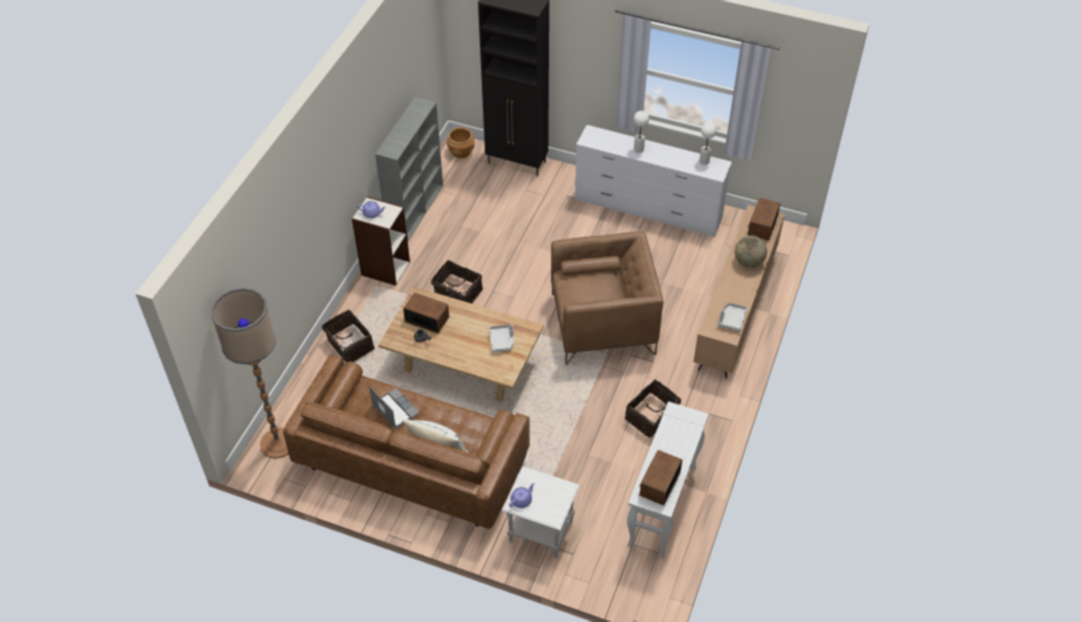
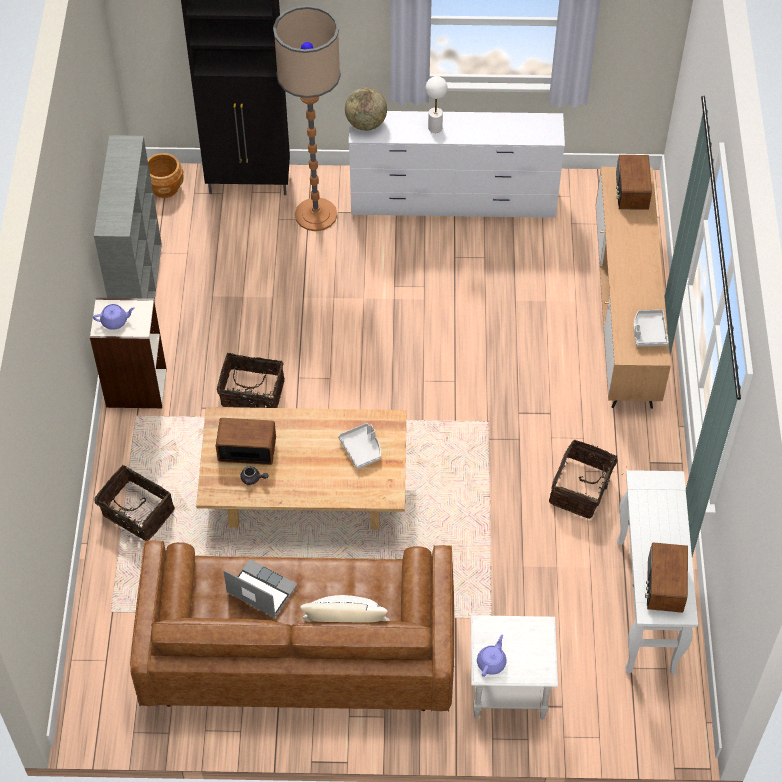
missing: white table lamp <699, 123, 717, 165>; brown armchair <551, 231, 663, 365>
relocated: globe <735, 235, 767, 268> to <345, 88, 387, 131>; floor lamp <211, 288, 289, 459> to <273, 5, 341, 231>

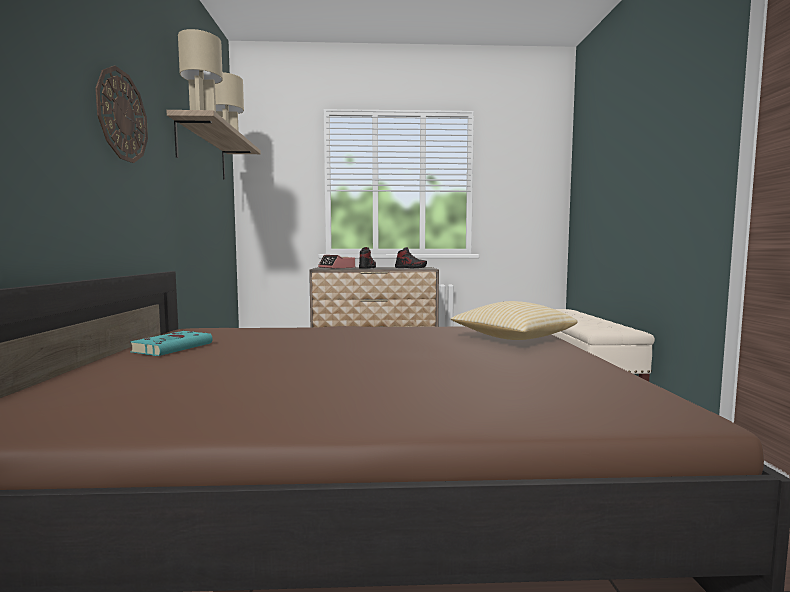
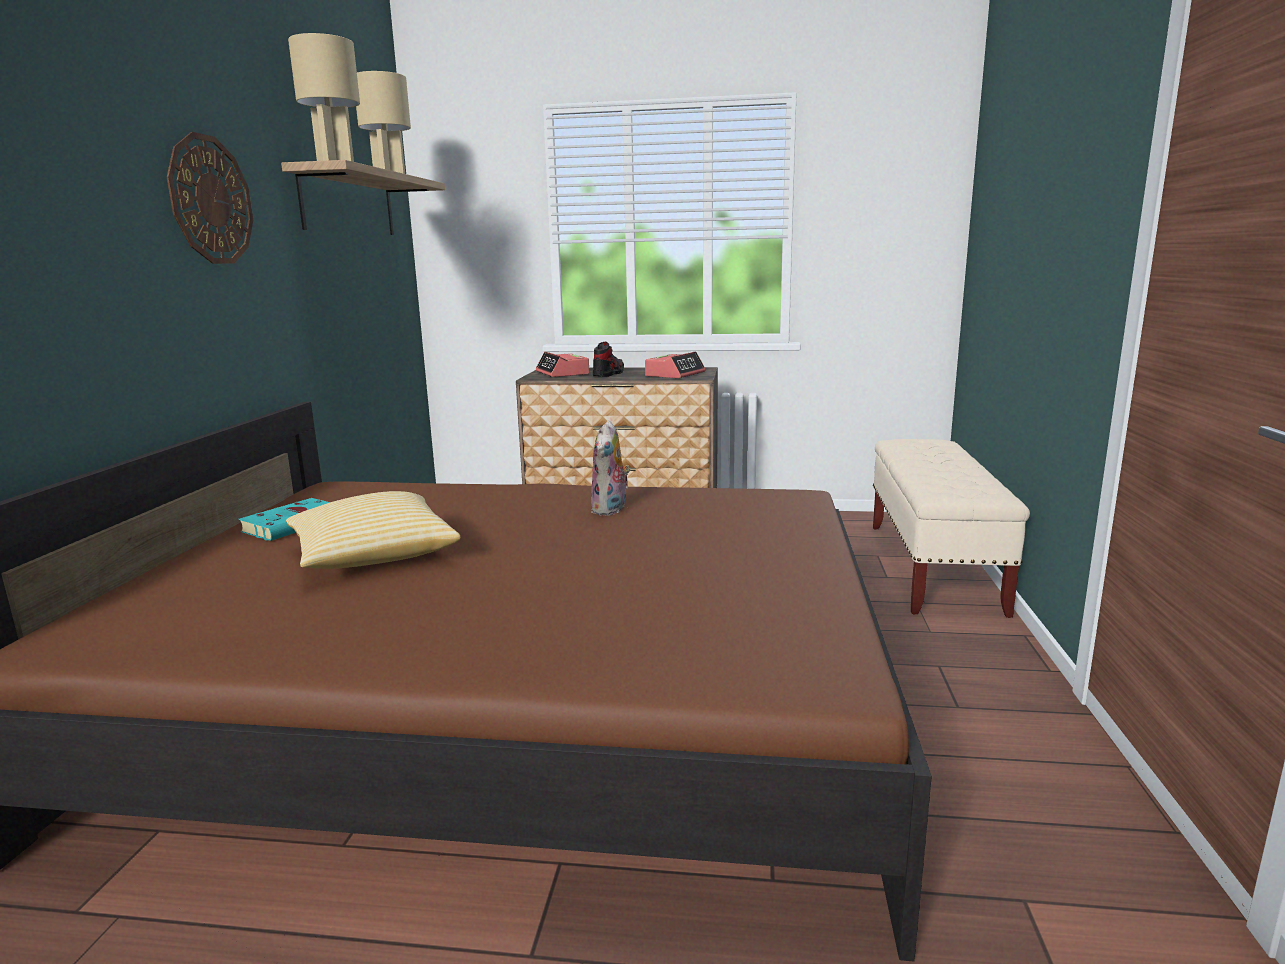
appeared: plush toy <591, 420, 630, 516>
relocated: pillow <451, 301, 578, 340> to <286, 491, 461, 569>
exchanged: shoe <395, 247, 427, 268> to alarm clock <645, 351, 706, 378>

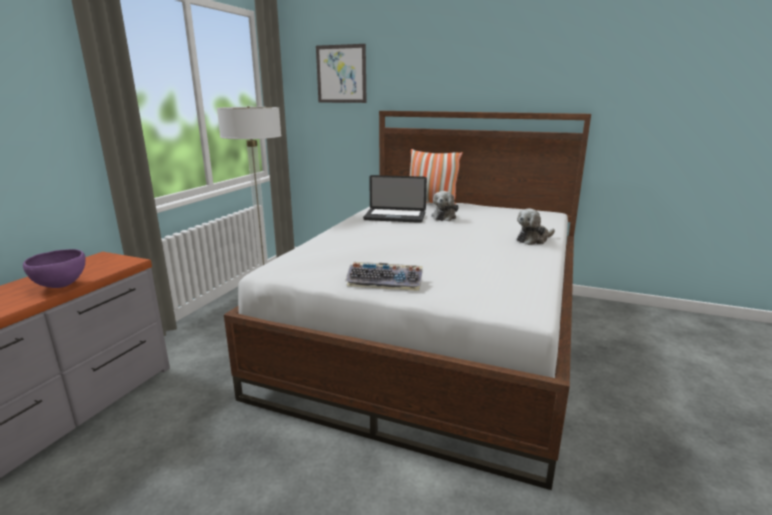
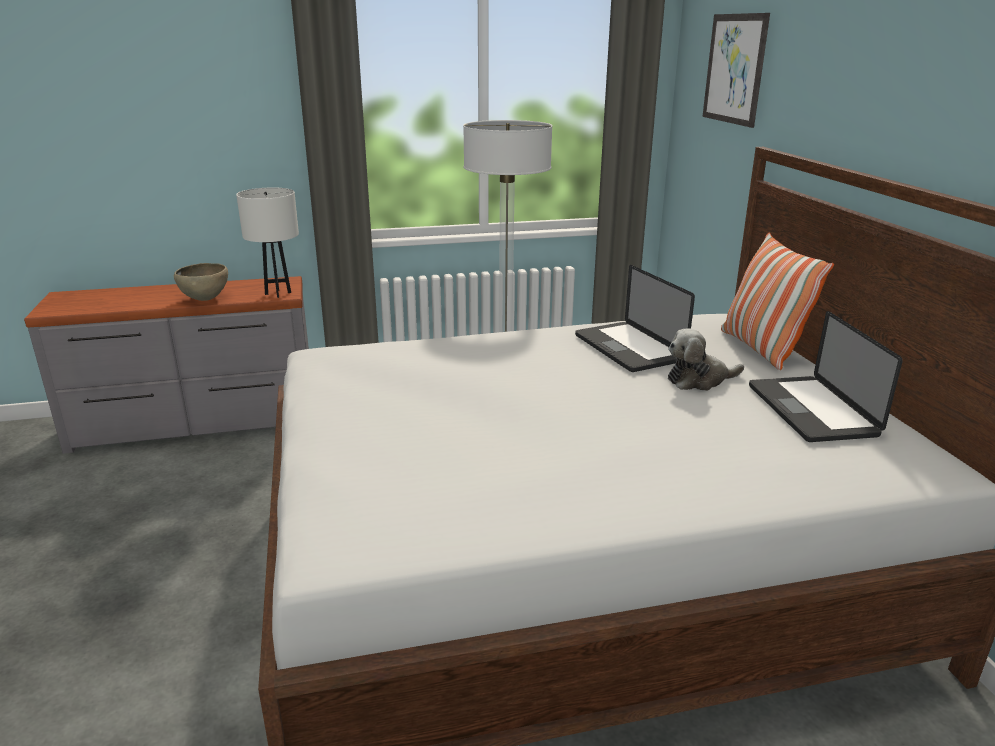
missing: plush toy <517, 209, 555, 245>; keyboard <345, 262, 423, 291>
appeared: white table lamp <236, 187, 299, 298>; laptop <749, 311, 903, 442>
colour: purple bowl <23, 249, 85, 288> to brown bowl <174, 263, 228, 301>

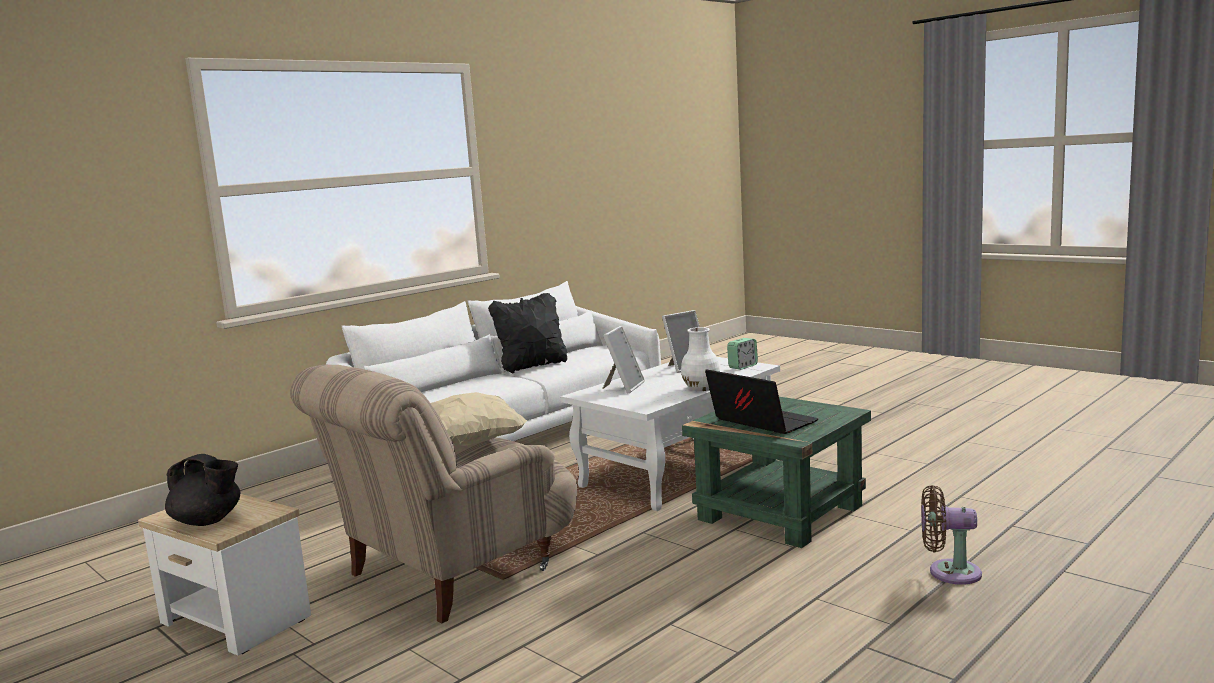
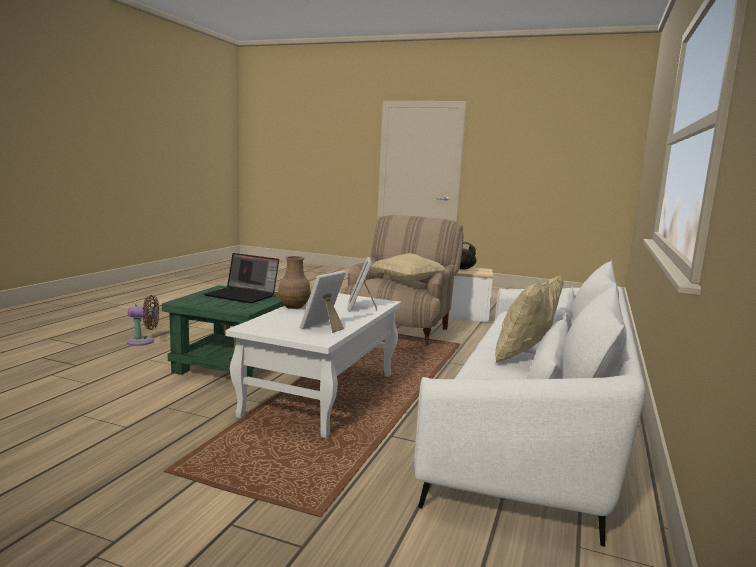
missing: alarm clock <727, 338, 758, 370>
colour: black pillow <488, 293, 567, 373> to beige pillow <495, 275, 564, 363>; white vase <681, 327, 720, 391> to brown vase <278, 256, 311, 309>

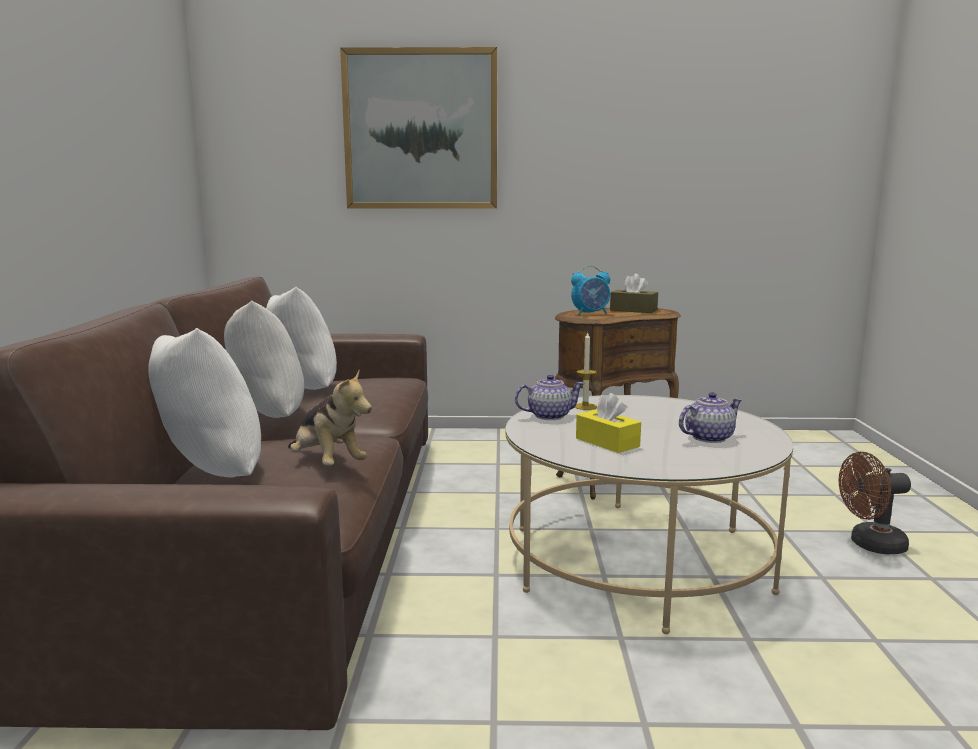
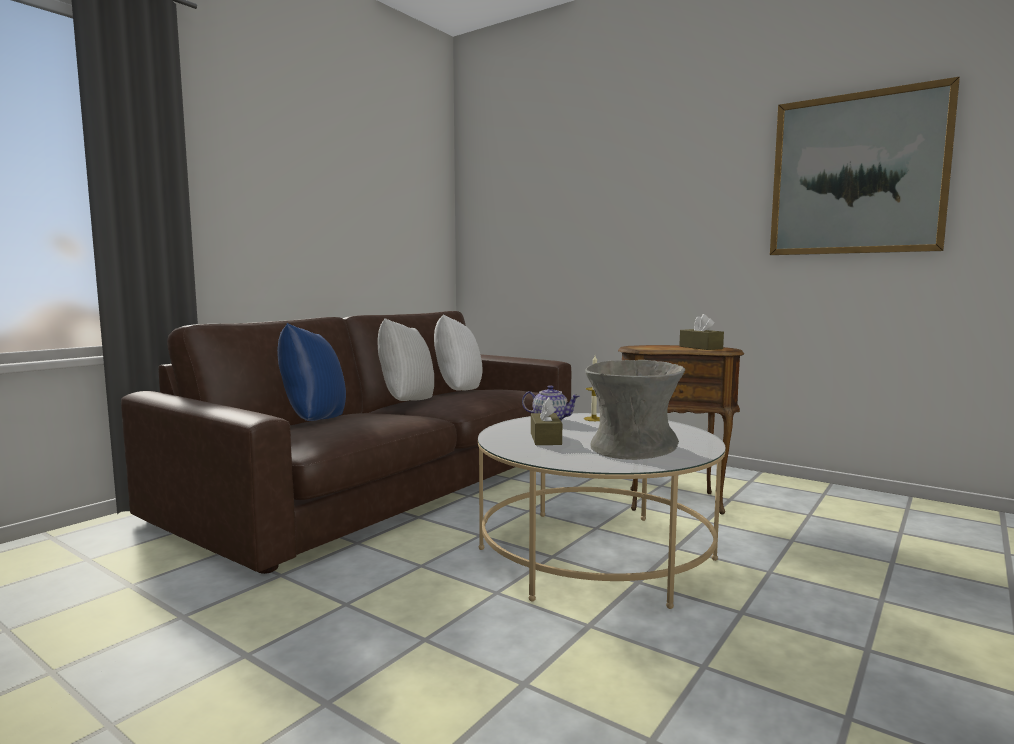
missing: alarm clock <571, 265, 610, 315>; plush toy <288, 370, 372, 466>; brown fan <839, 452, 911, 554>
relocated: picture <340, 47, 497, 209> to <770, 77, 960, 255>
exchanged: teapot <679, 392, 742, 443> to grey vase <585, 360, 685, 460>
colour: white pillow <148, 328, 261, 478> to blue pillow <277, 323, 346, 421>; yellow tissue box <576, 393, 641, 453> to brown tissue box <531, 398, 562, 445>

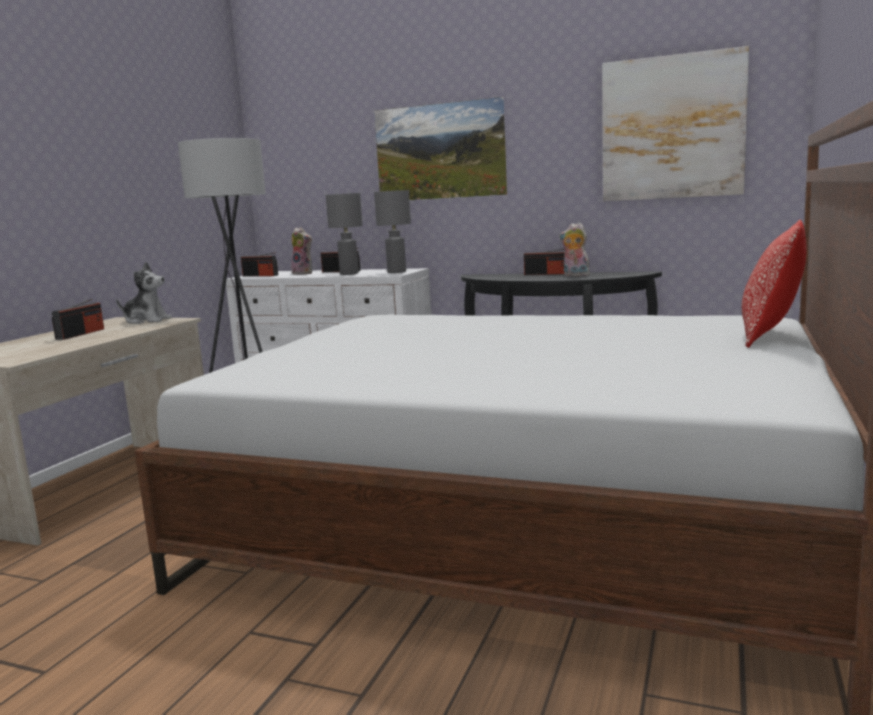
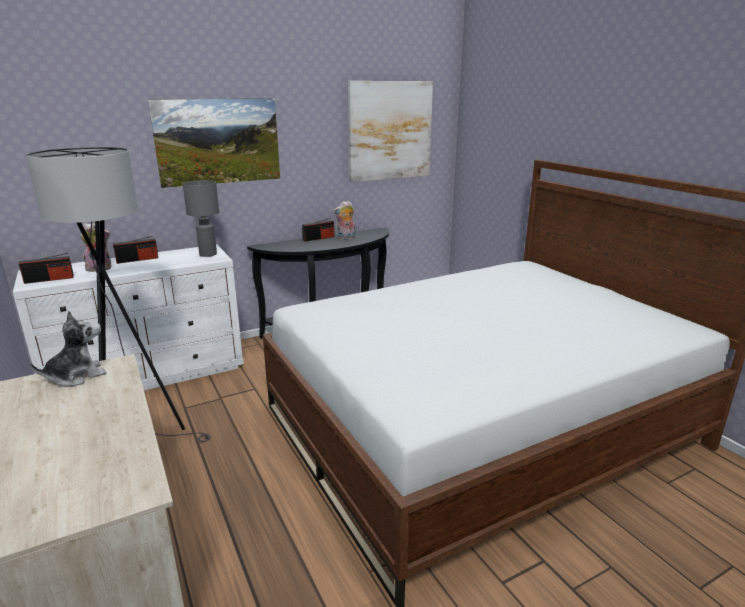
missing: grey table lamp <326, 193, 363, 275>; pillow <742, 220, 807, 348>; radio <52, 299, 104, 340>

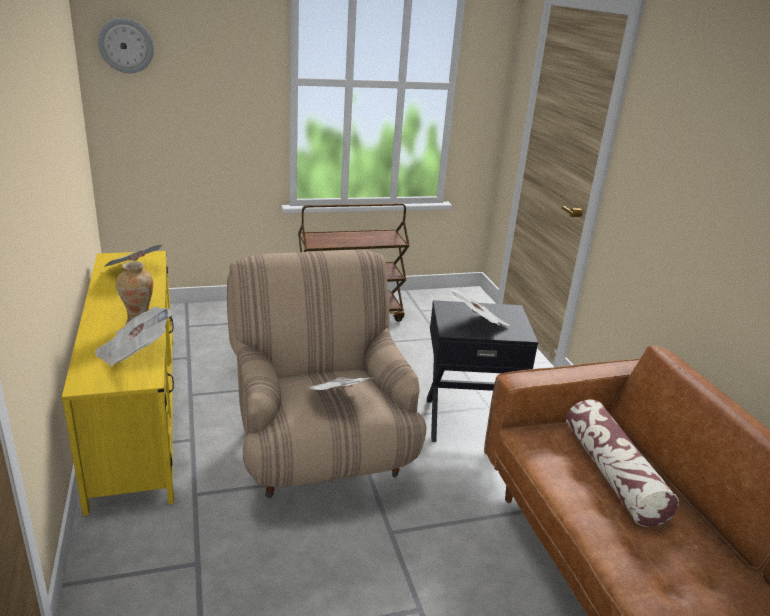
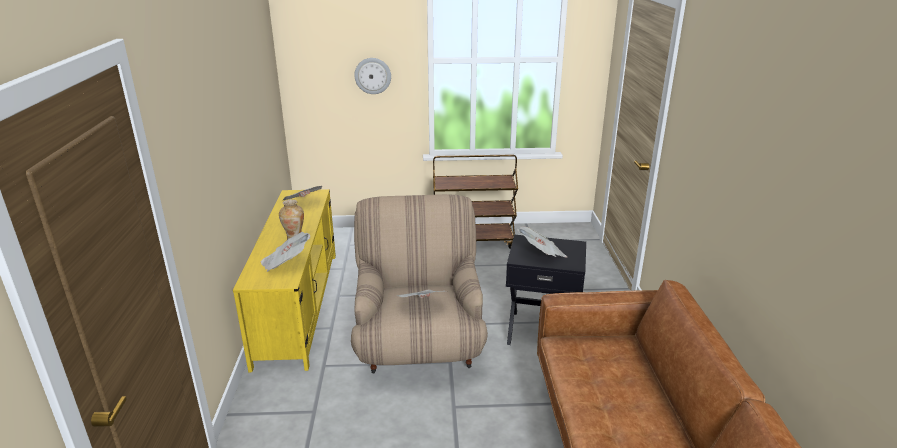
missing: pillow <566, 400, 679, 527>
relocated: wall clock <98, 18, 154, 73> to <354, 58, 391, 94>

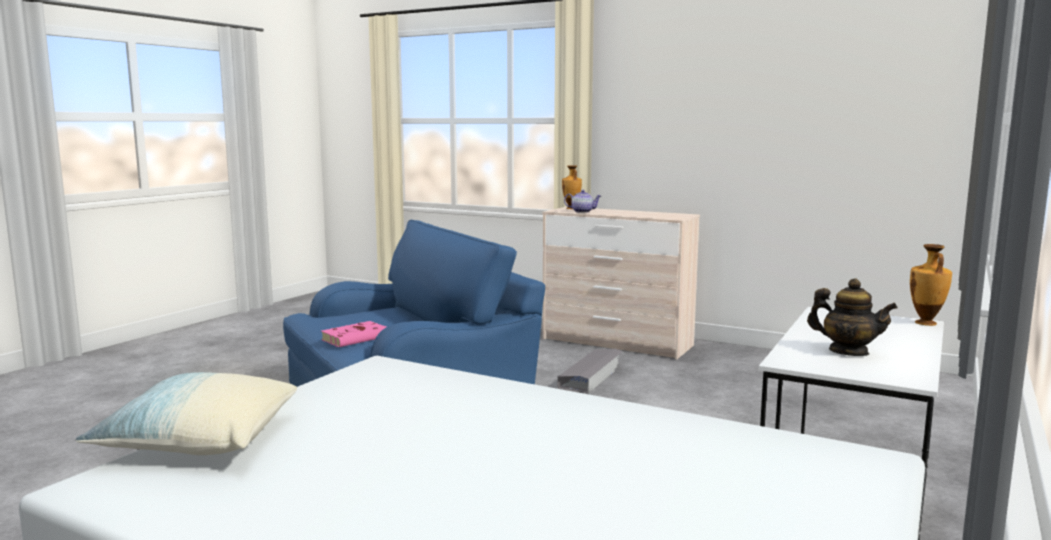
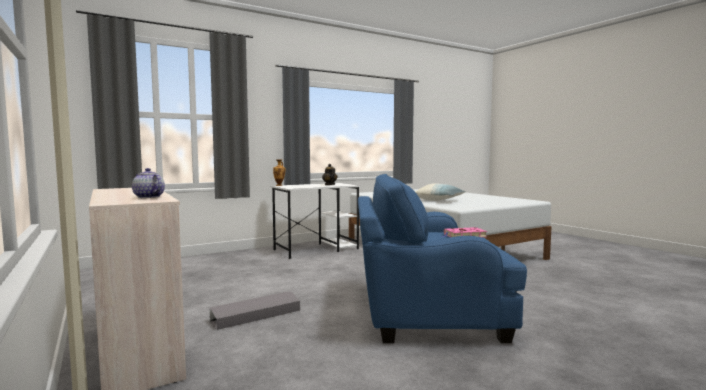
missing: vase <562, 165, 582, 209>
relocated: pillow <75, 372, 297, 455> to <415, 183, 466, 201>

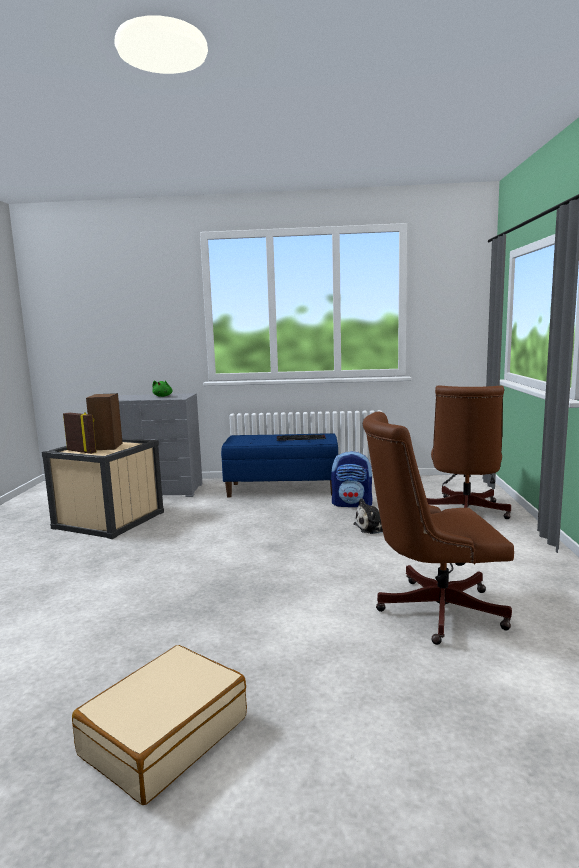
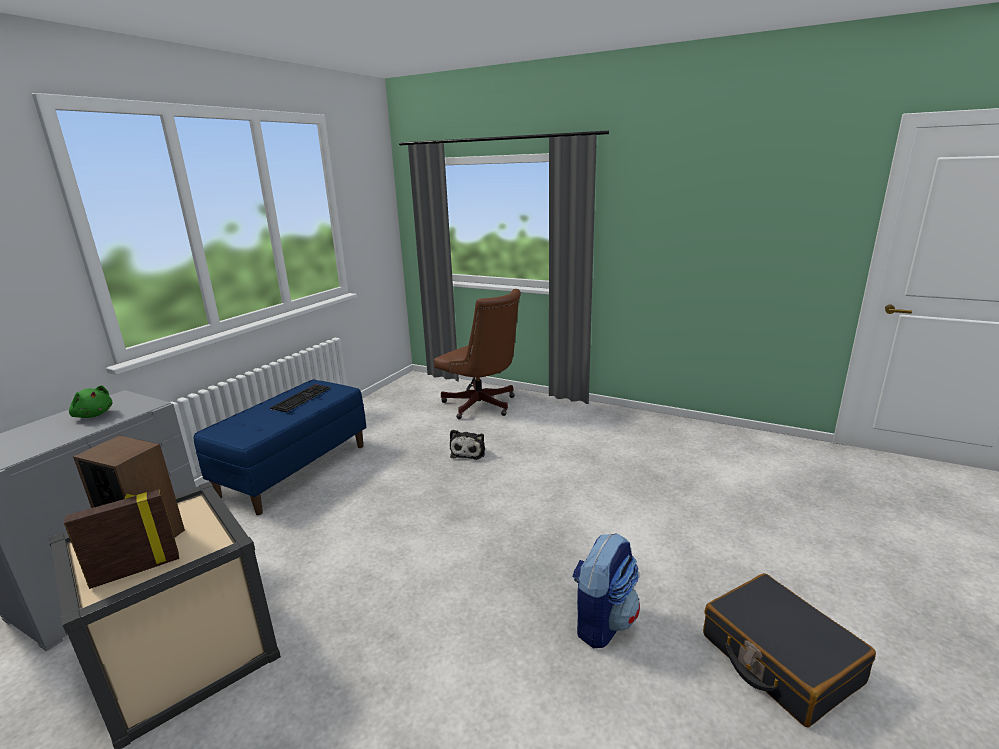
missing: brown office chair <363, 411, 514, 645>
relocated: backpack <331, 451, 373, 507> to <572, 533, 640, 648>
colour: beige suitcase <72, 645, 247, 805> to black suitcase <703, 573, 876, 727>

